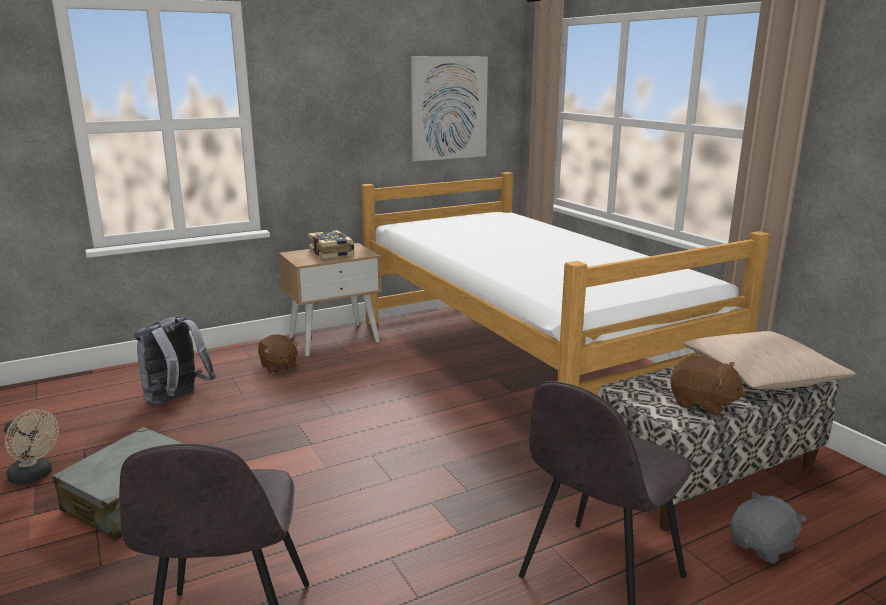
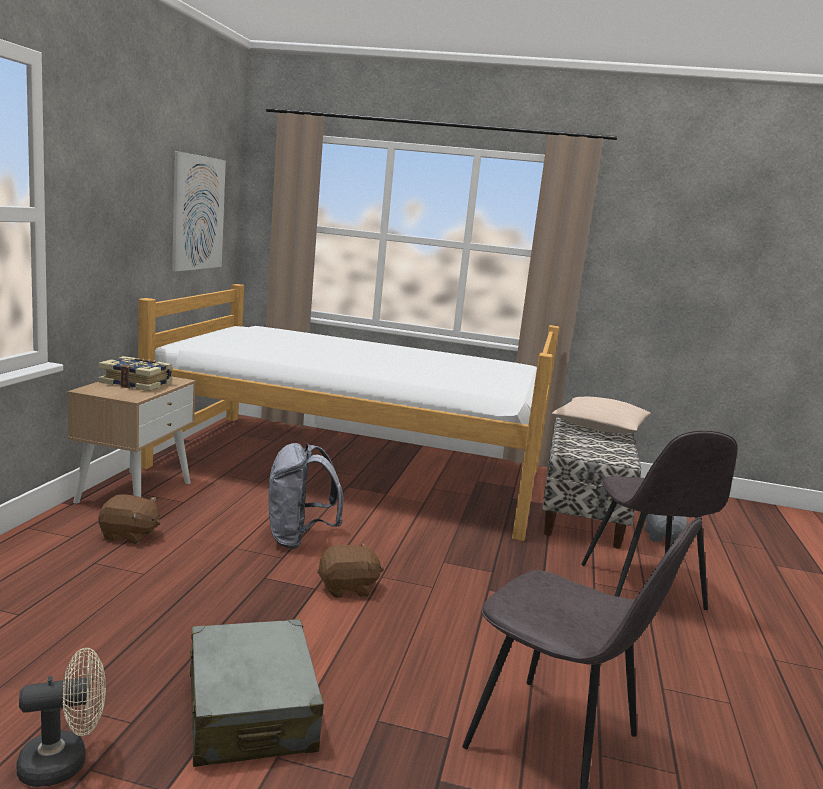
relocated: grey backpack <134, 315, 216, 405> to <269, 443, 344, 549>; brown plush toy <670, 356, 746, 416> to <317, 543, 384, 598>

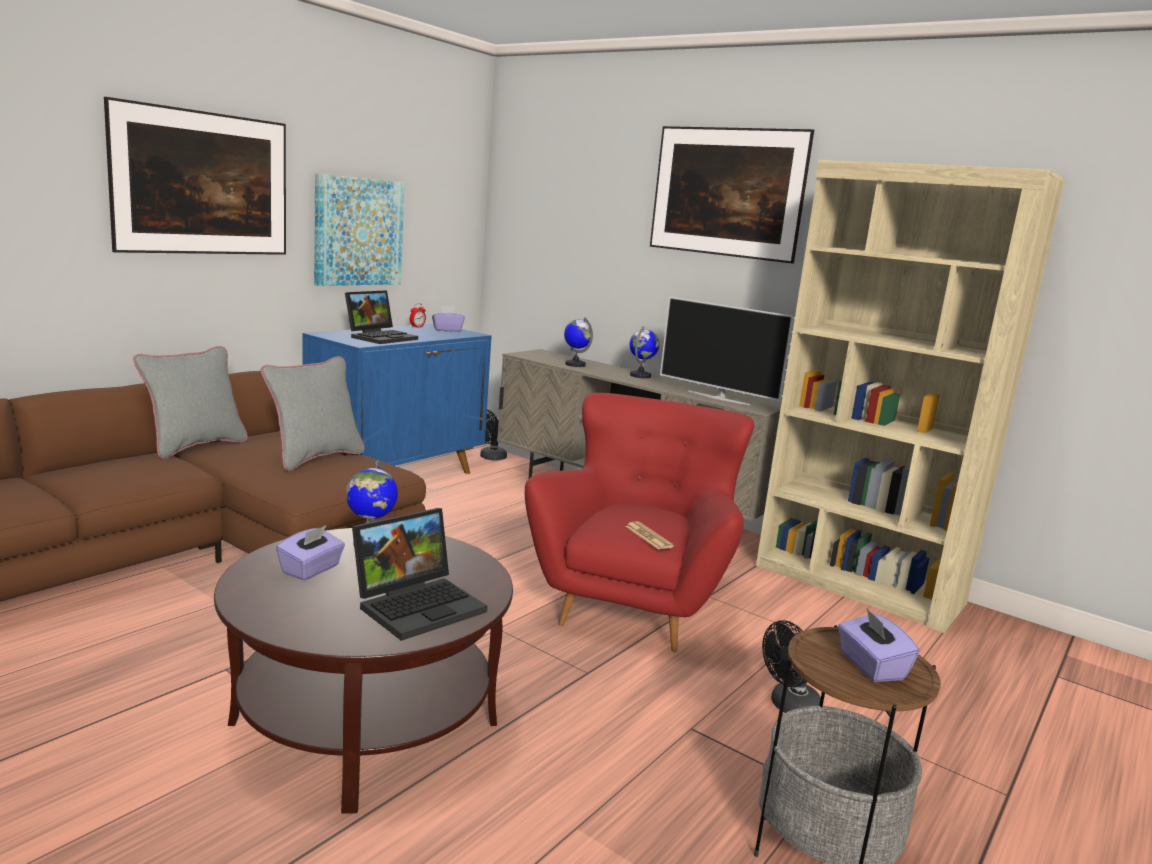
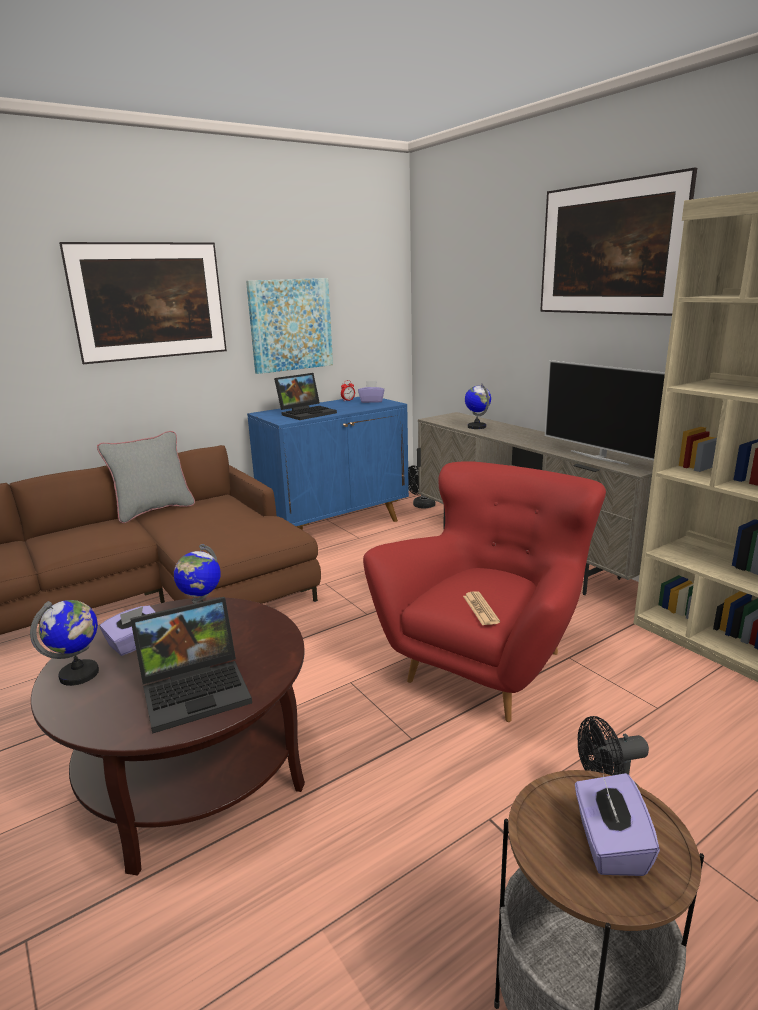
missing: grey pillow <260, 356, 365, 471>
relocated: globe <629, 326, 659, 378> to <30, 600, 99, 686>

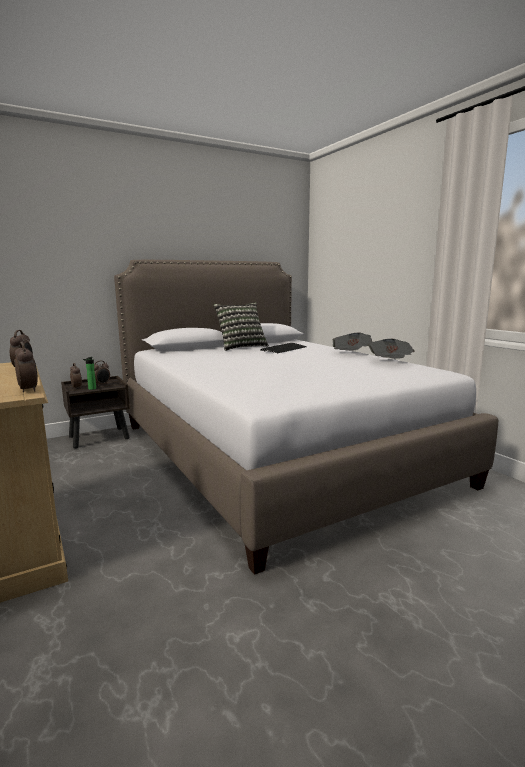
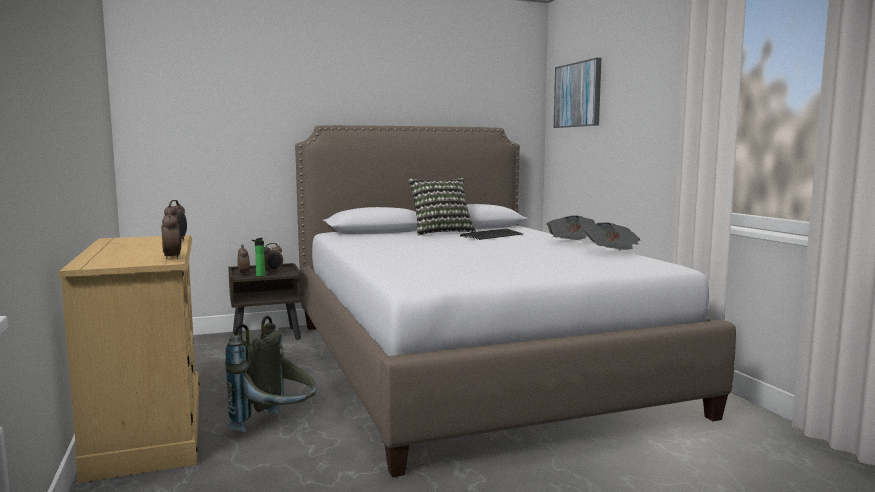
appeared: picture <554, 58, 601, 128>; grey backpack <225, 316, 317, 432>

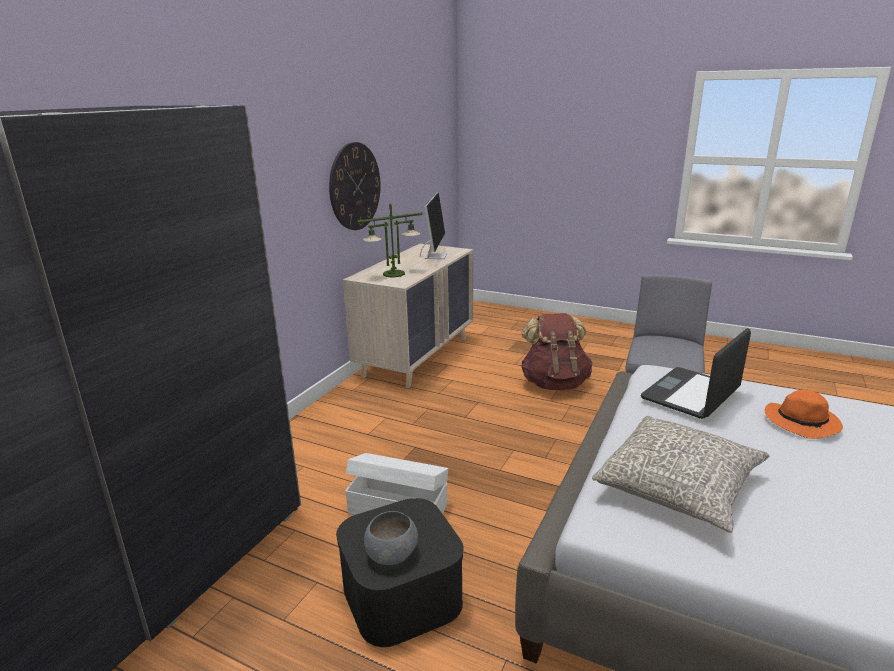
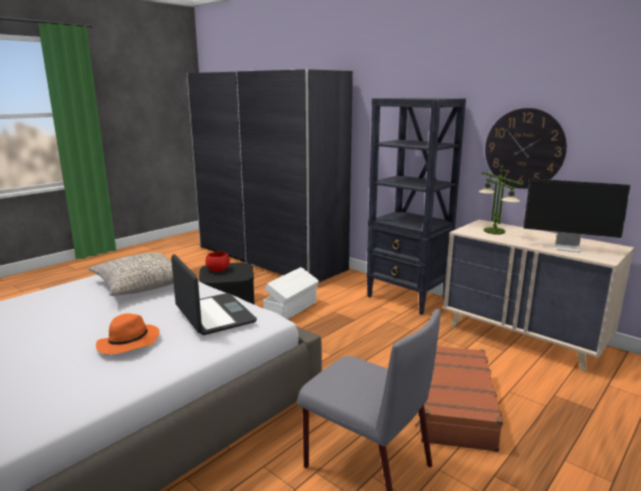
appeared: black bookcase <366, 98, 466, 315>
exchanged: brown backpack <520, 313, 592, 390> to brown suitcase <415, 346, 503, 452>
colour: grey bowl <364, 511, 418, 565> to red bowl <205, 252, 230, 272>

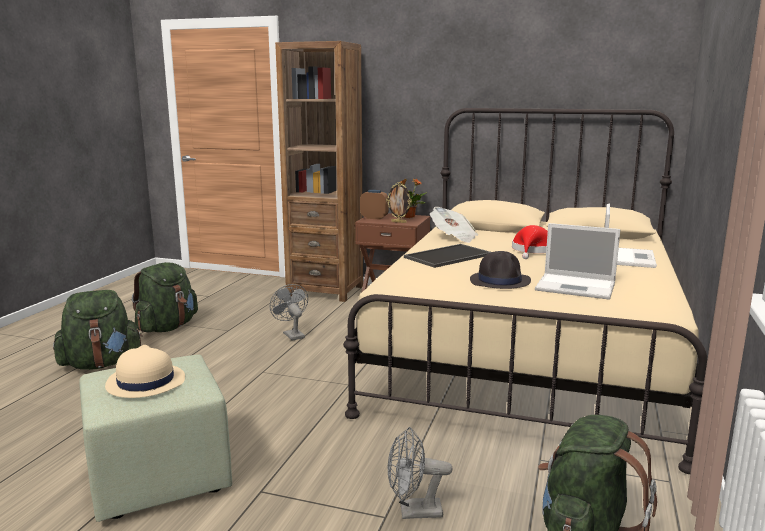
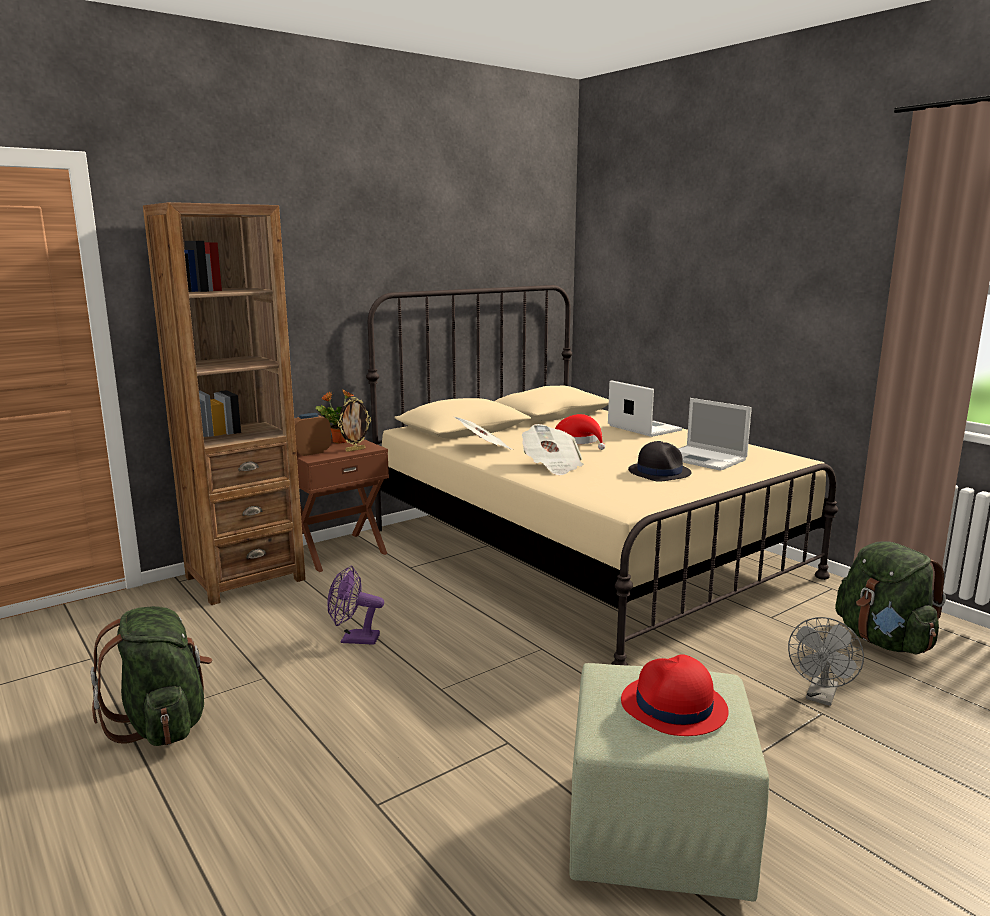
missing: green backpack <53, 290, 143, 370>
exchanged: tray <404, 244, 491, 268> to newspaper <522, 424, 584, 476>
colour: grey fan <270, 284, 308, 341> to purple fan <327, 565, 384, 645>; beige hat <105, 345, 185, 398> to red hat <621, 654, 729, 736>
spun: laptop <535, 223, 620, 300> = <678, 398, 752, 471> 75 degrees clockwise

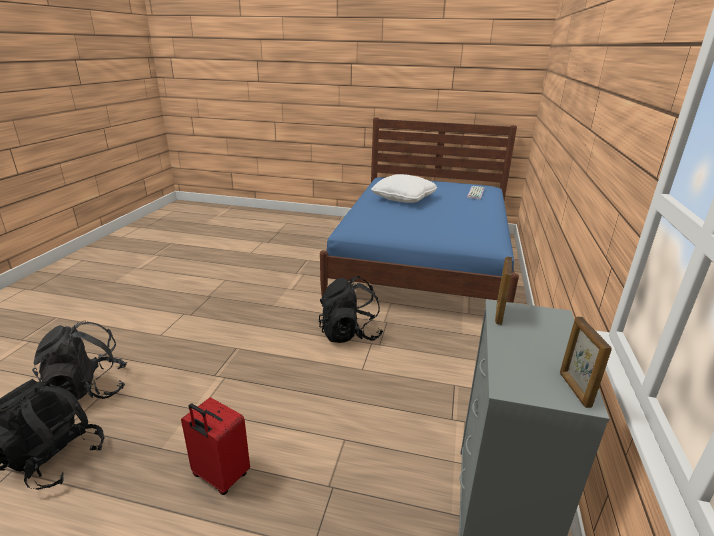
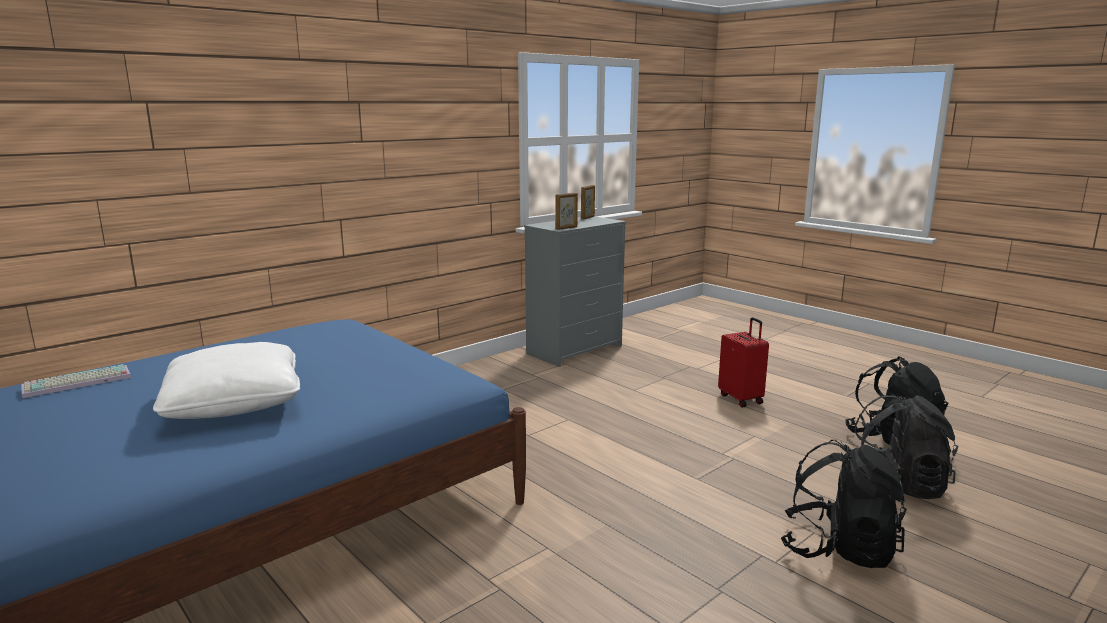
relocated: black backpack <319, 276, 383, 343> to <781, 440, 907, 568>

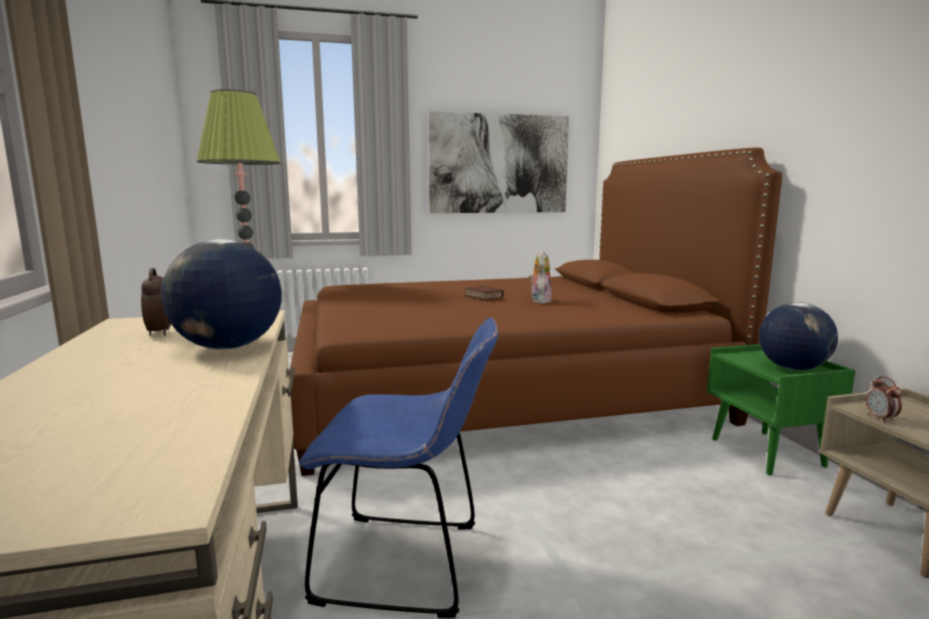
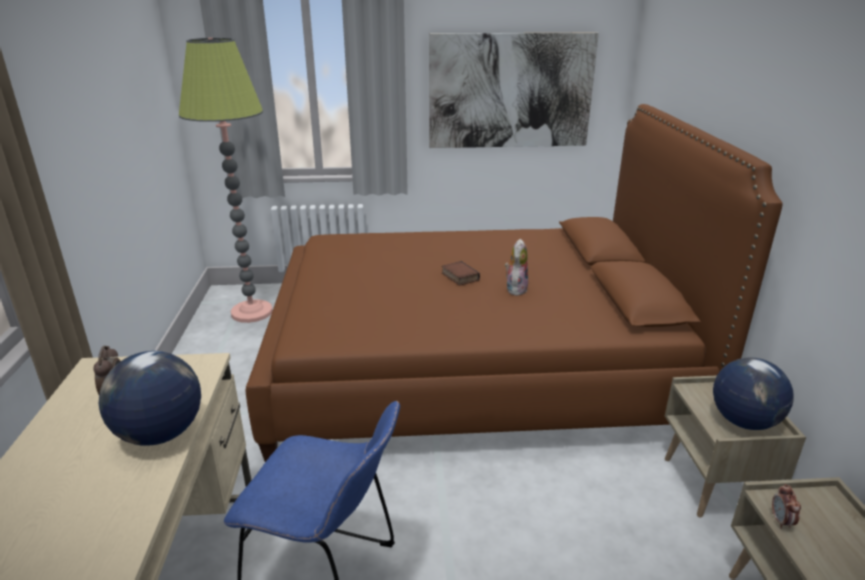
colour: green nightstand <707, 344, 855, 475> to beige nightstand <665, 376, 806, 518>

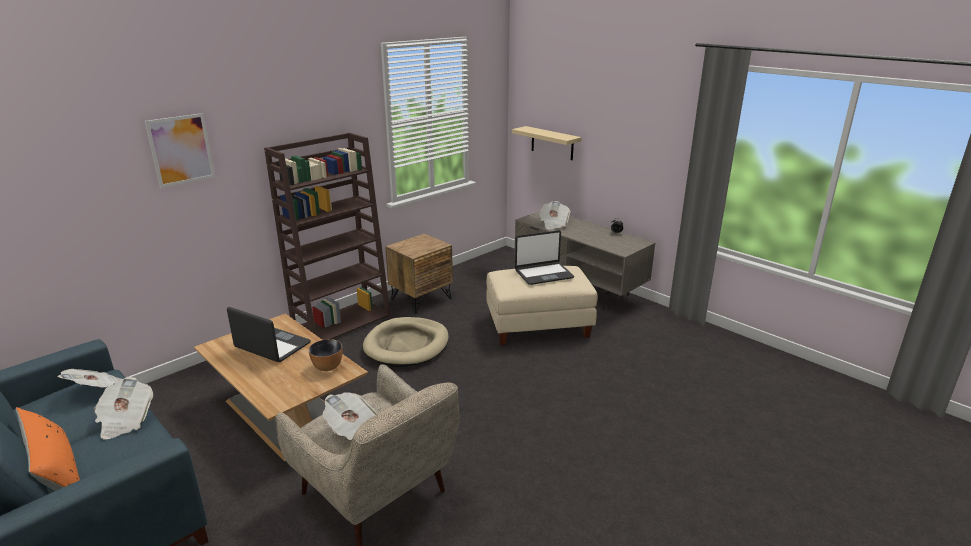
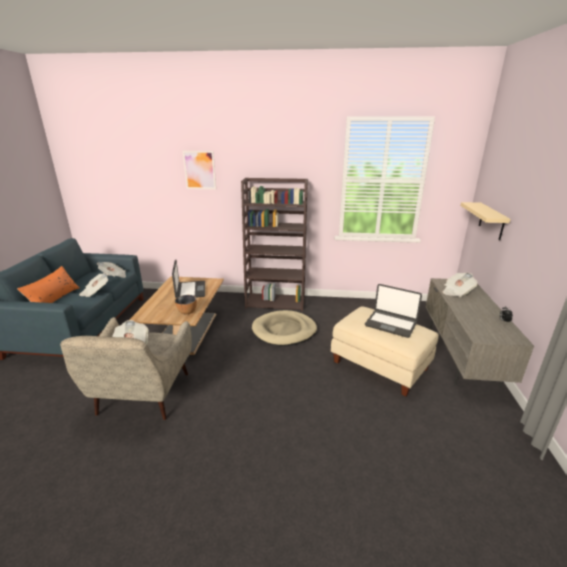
missing: brown nightstand <385, 234, 453, 314>

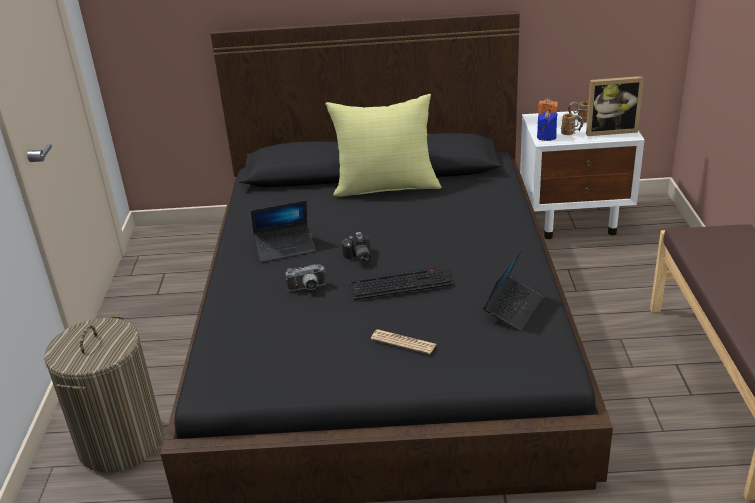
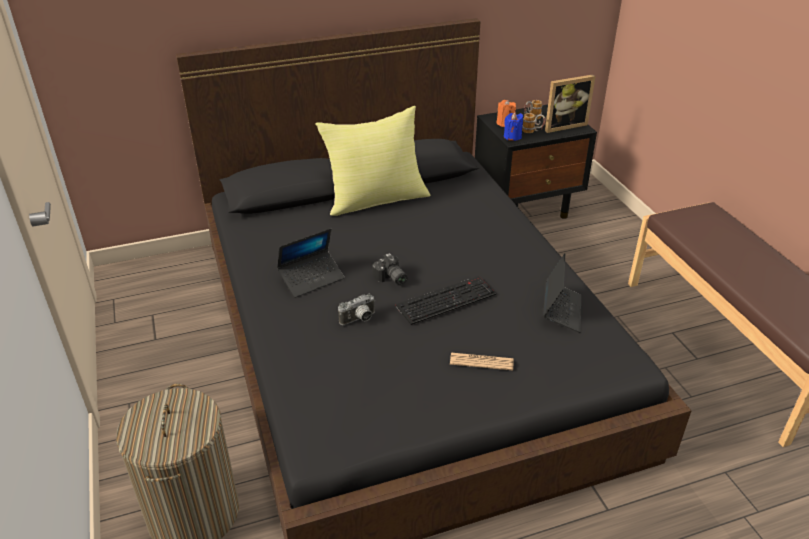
colour: white nightstand <520, 111, 644, 239> to black nightstand <475, 104, 597, 219>

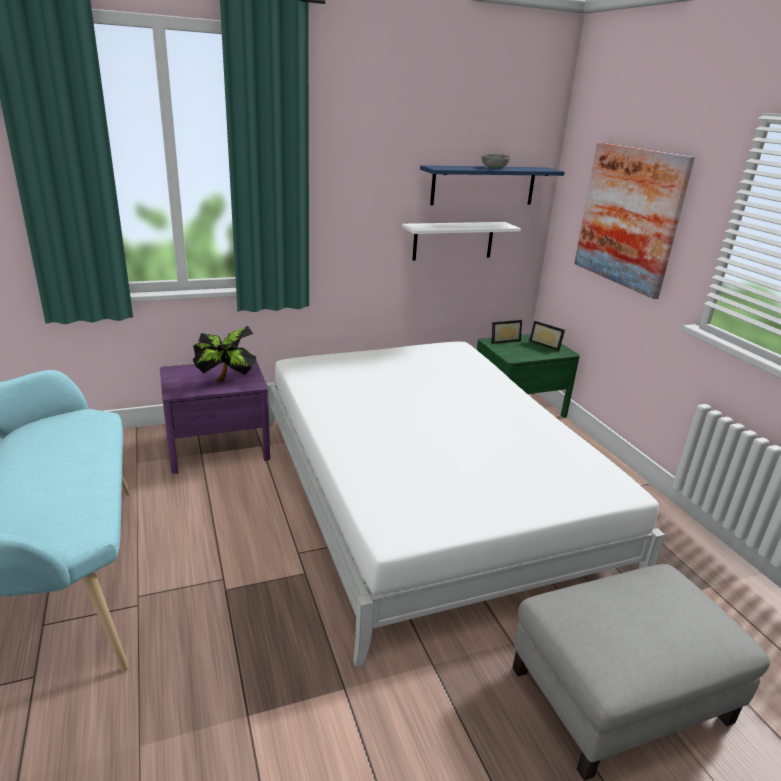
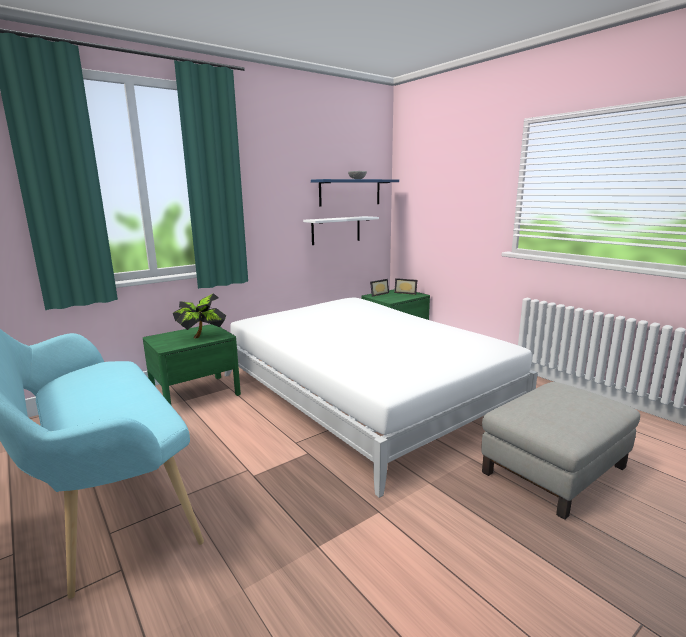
missing: picture <574, 142, 695, 299>
colour: purple nightstand <160, 361, 270, 474> to green nightstand <143, 324, 241, 405>

